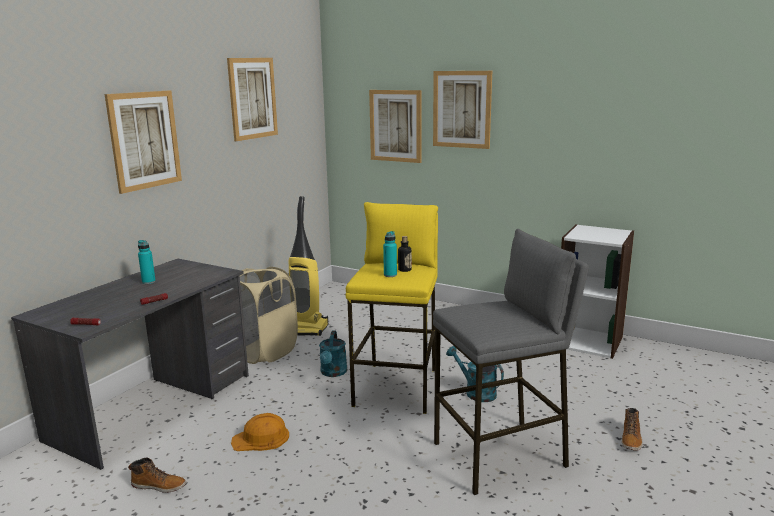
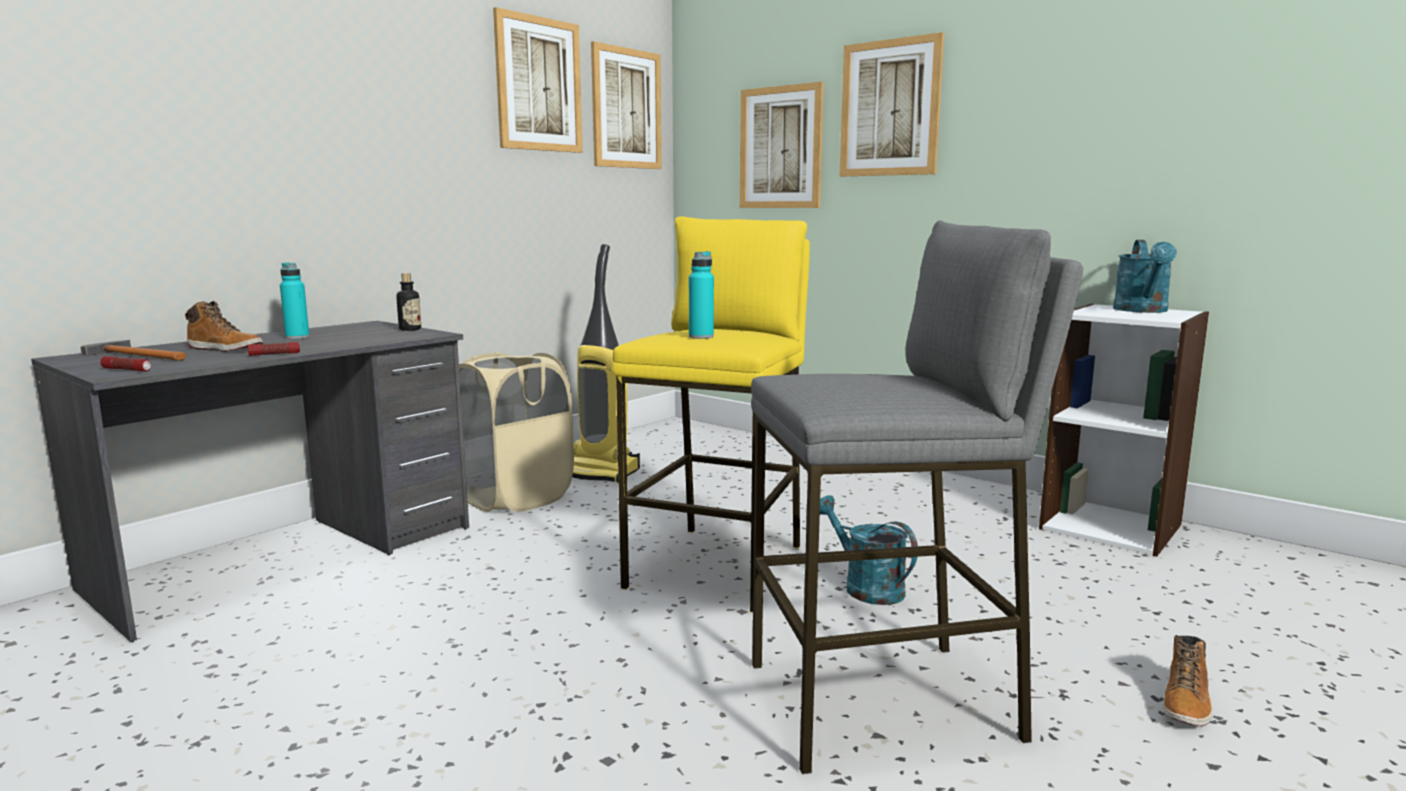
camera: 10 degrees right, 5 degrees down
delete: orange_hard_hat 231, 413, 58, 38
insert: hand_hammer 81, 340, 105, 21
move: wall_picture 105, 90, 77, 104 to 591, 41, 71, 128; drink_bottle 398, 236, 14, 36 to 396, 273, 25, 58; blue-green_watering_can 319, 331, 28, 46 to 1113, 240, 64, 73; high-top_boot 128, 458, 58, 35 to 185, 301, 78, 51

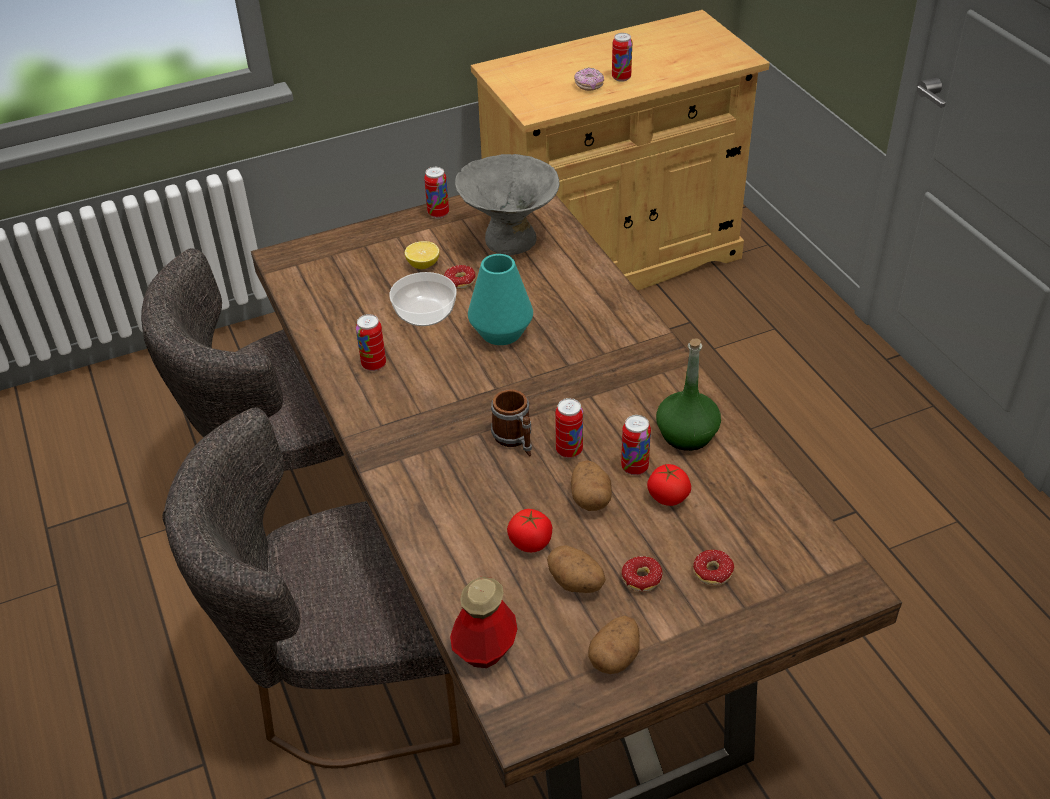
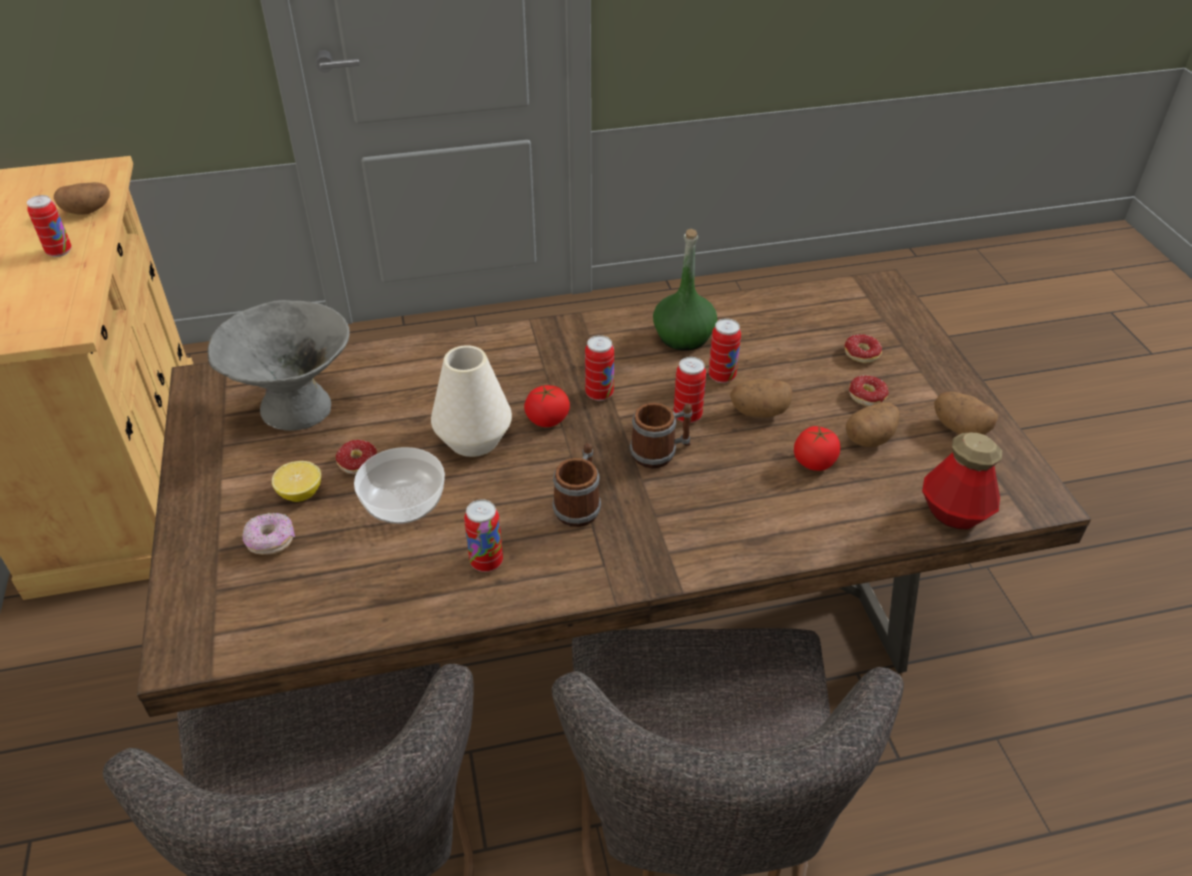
camera: 80 degrees left, 0 degrees up
insert: whole_potato 54, 182, 56, 33; tea_mug 552, 443, 49, 84
move: donut 574, 68, 30, 23 to 242, 513, 53, 42; can 424, 167, 25, 52 to 585, 335, 29, 66; fresh_tomato 647, 464, 44, 42 to 524, 385, 46, 42
recolor: blue-green_vase 468, 254, 65, 91 to whitish_vase 431, 345, 81, 112

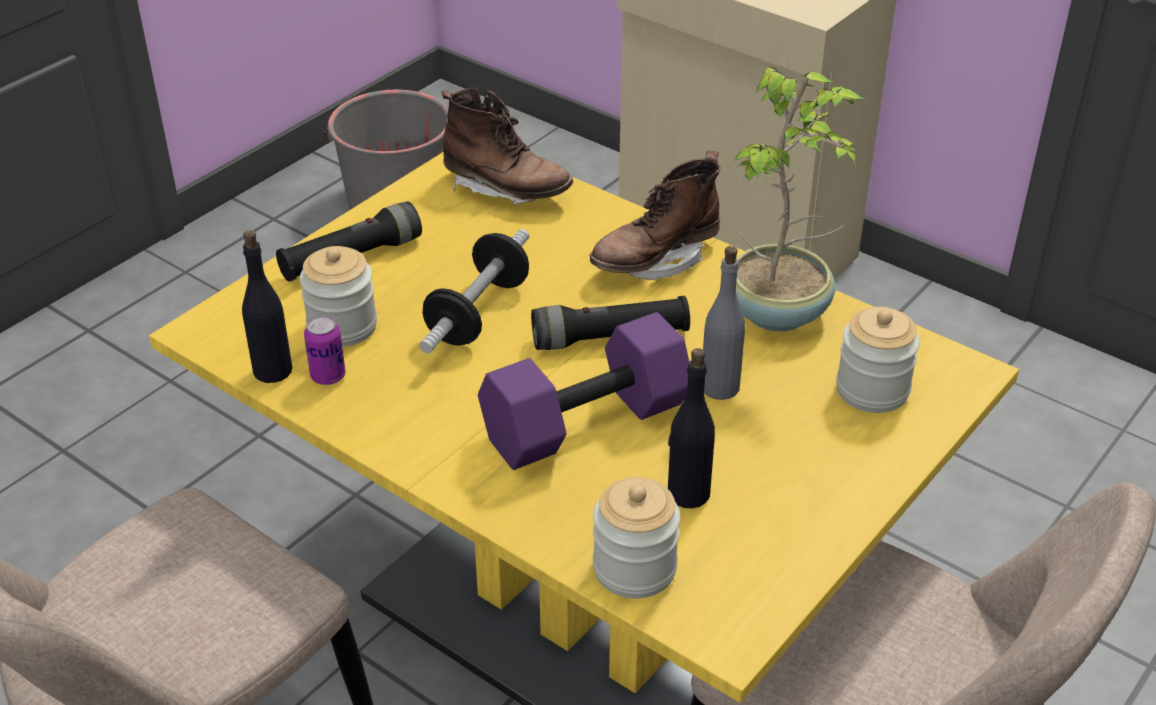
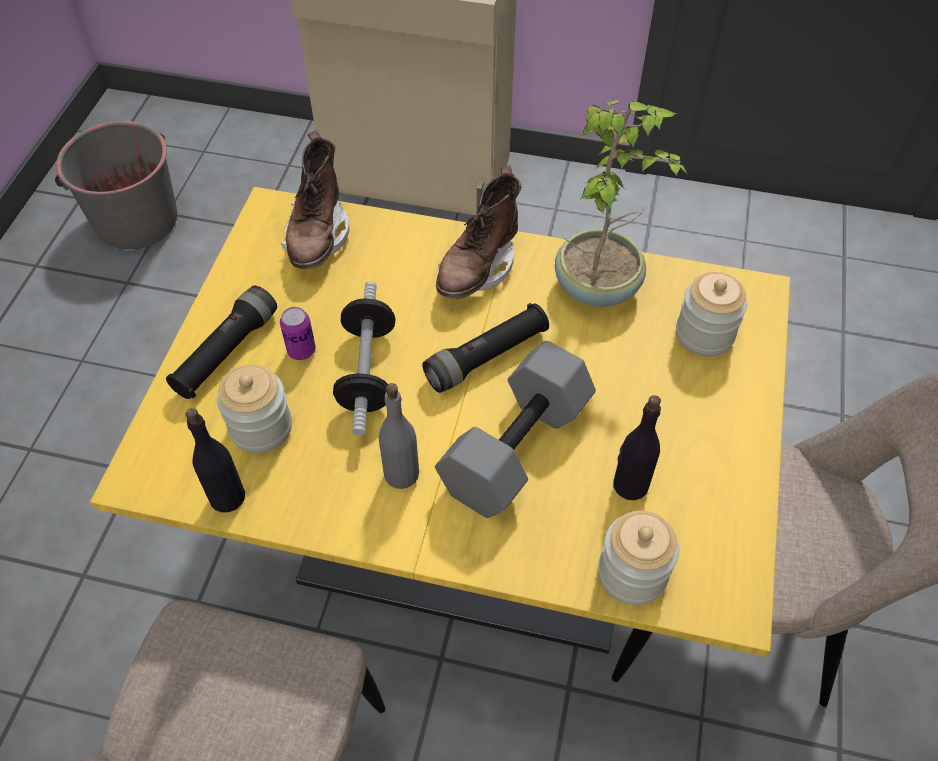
camera: 25 degrees left, 15 degrees up
move: grey_drink_bottle 703, 246, 42, 154 to 379, 383, 40, 106; can 304, 315, 41, 70 to 280, 307, 36, 53
recolor: purplish_dumbbell 478, 312, 211, 158 to grey_dumbbell 435, 341, 161, 177
rotate: brown_high-top_boot 442, 88, 131, 116 = 281, 131, 69, 138 90 degrees clockwise

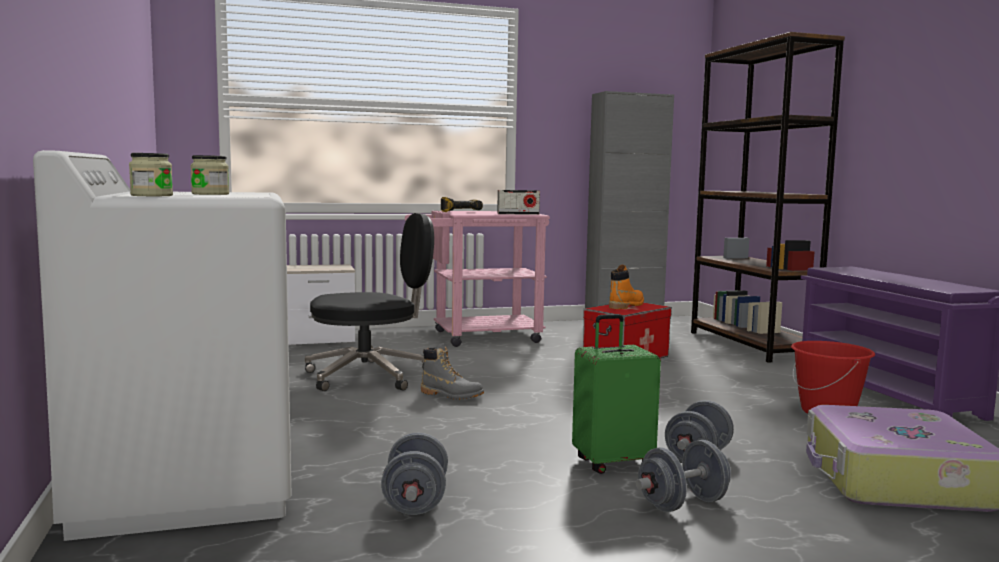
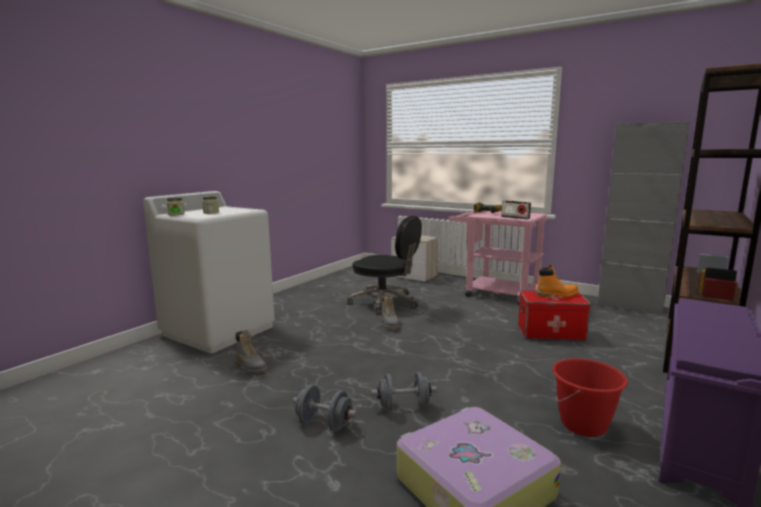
camera: 50 degrees right, 5 degrees up
delete: green_travel_case 572, 314, 89, 160
replace: grey_dumbbell 381, 433, 67, 82 to grey_high-top_boot 236, 330, 32, 44

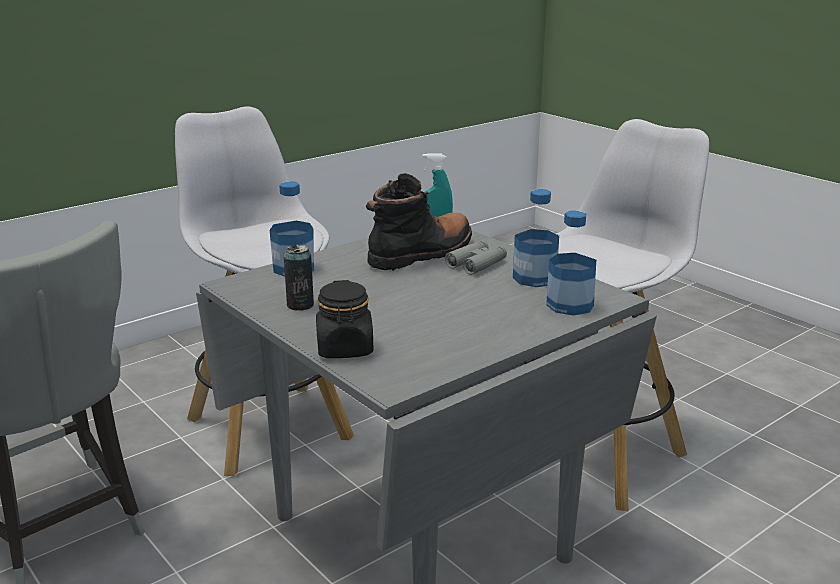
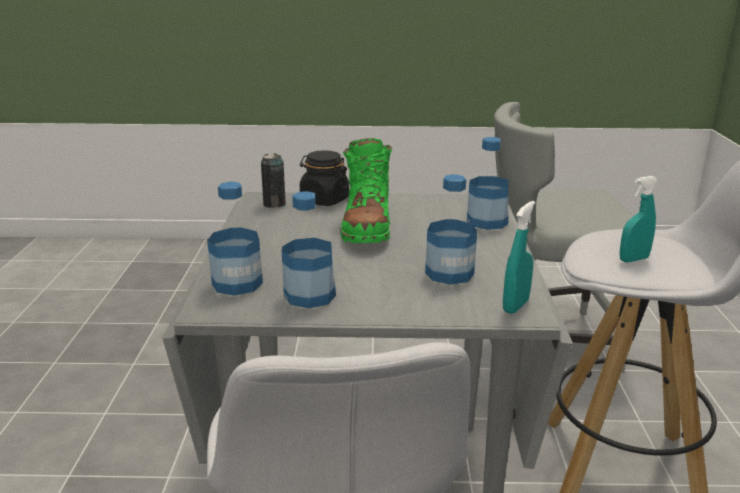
camera: 130 degrees right, 0 degrees up
delete: grey_binoculars 445, 240, 62, 35
insert: green_high-top_boot 341, 138, 51, 105; blue-green_hand_sprayer 620, 176, 38, 86
move: can 284, 244, 30, 67 to 261, 153, 25, 55
replace: black_high-top_boot 366, 173, 106, 98 to drink_bottle 425, 174, 52, 111

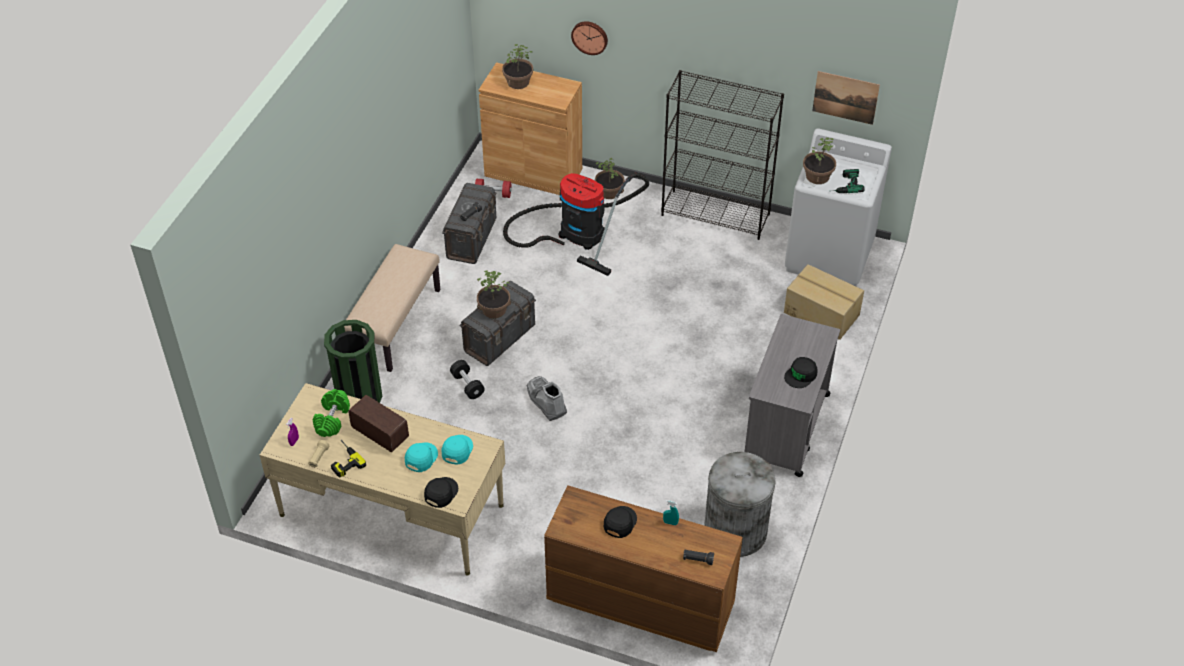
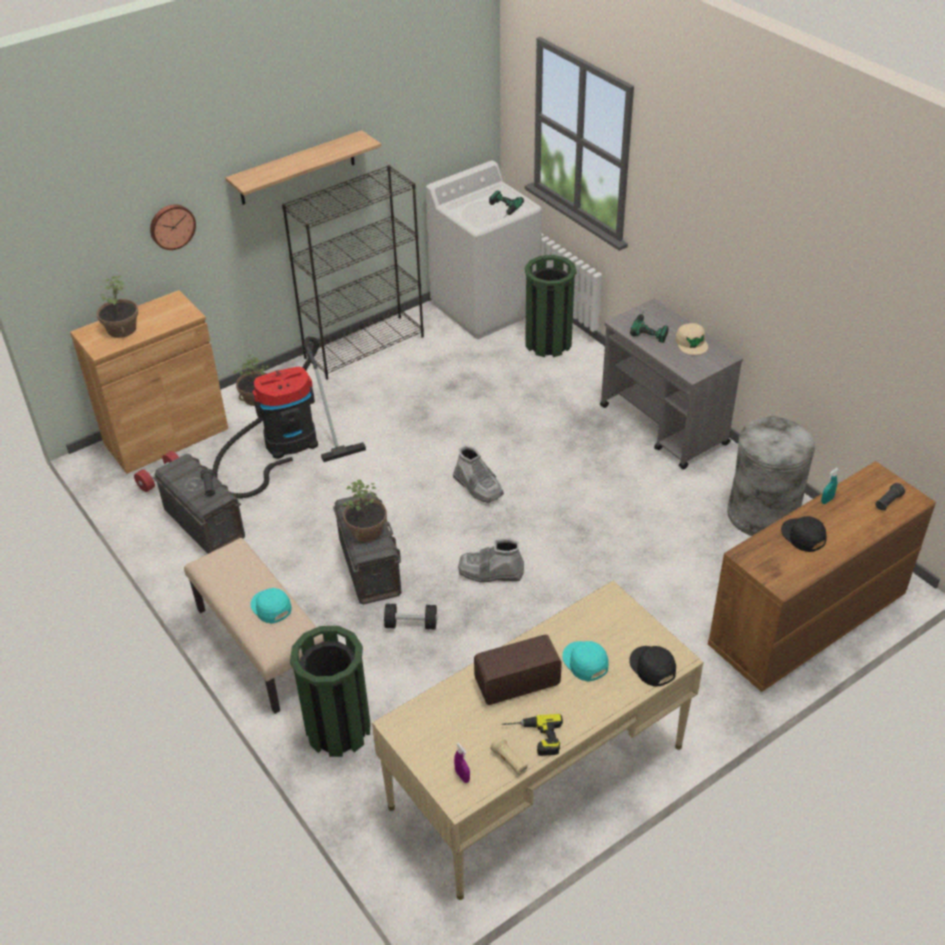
camera: 55 degrees left, 5 degrees down
delete: wall_picture 812, 71, 68, 54; potted_plant 803, 137, 33, 47; green_dumbbell 312, 389, 38, 48
insert: shelf 225, 130, 156, 75; drill 630, 311, 39, 32; grey_high-top_boot 453, 445, 51, 58
move: blue-green_baseball_cap 442, 435, 31, 29 to 251, 588, 41, 36
replace: cardboard_box 784, 264, 80, 76 to green_waste_bin 525, 255, 52, 102
recolor: black_baseball_cap 784, 357, 33, 31 to beige_baseball_cap 675, 323, 33, 32

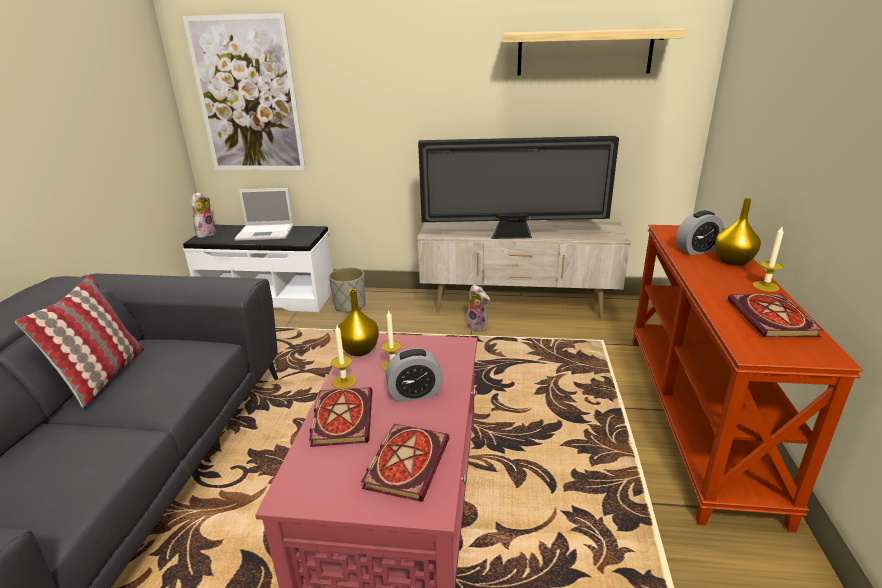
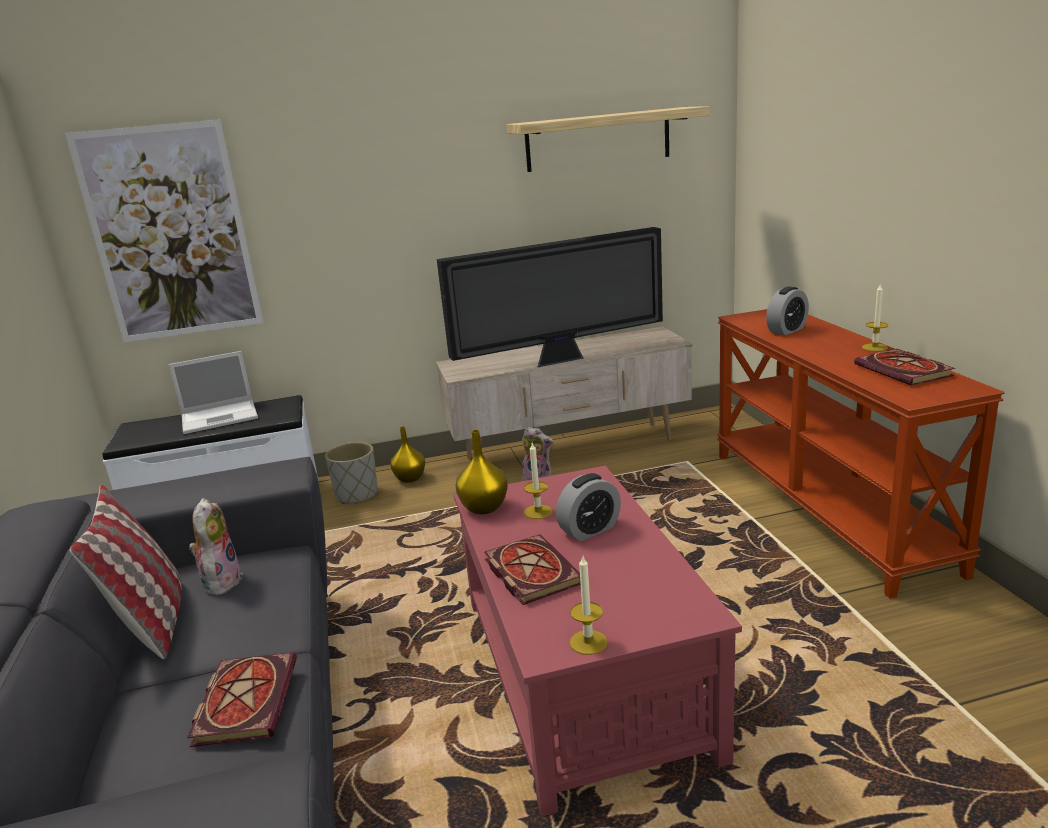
camera: 20 degrees left, 5 degrees down
move: plush_toy 191, 192, 26, 46 to 189, 498, 53, 97; yellow_vase 715, 198, 46, 68 to 390, 427, 35, 56; wax_light 331, 325, 26, 64 to 570, 556, 38, 99; bound_book 361, 424, 88, 78 to 187, 652, 110, 95

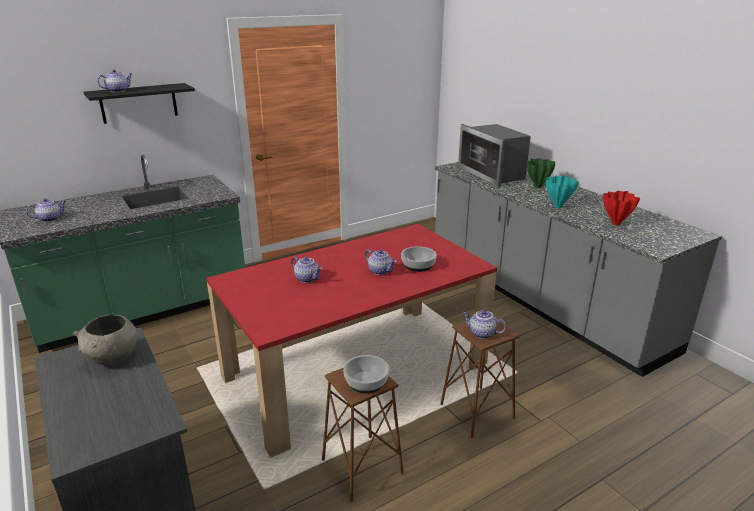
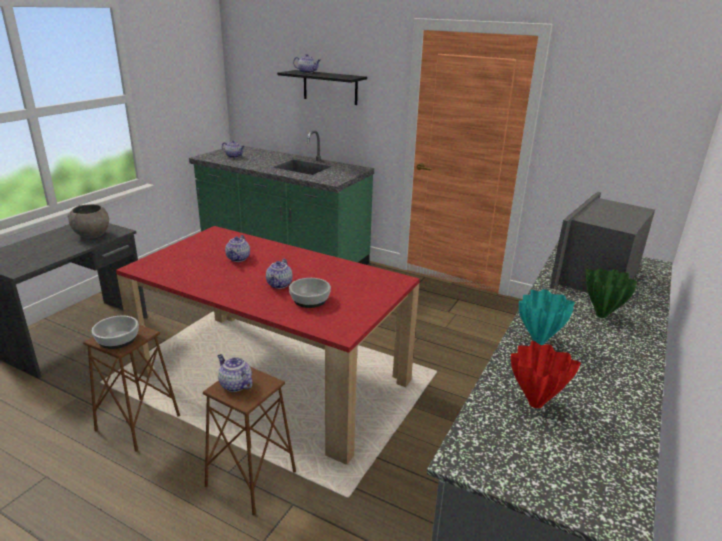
camera: 60 degrees right, 0 degrees up
rotate: tea_pot 463, 310, 43, 29 = 218, 354, 35, 38 45 degrees counterclockwise

